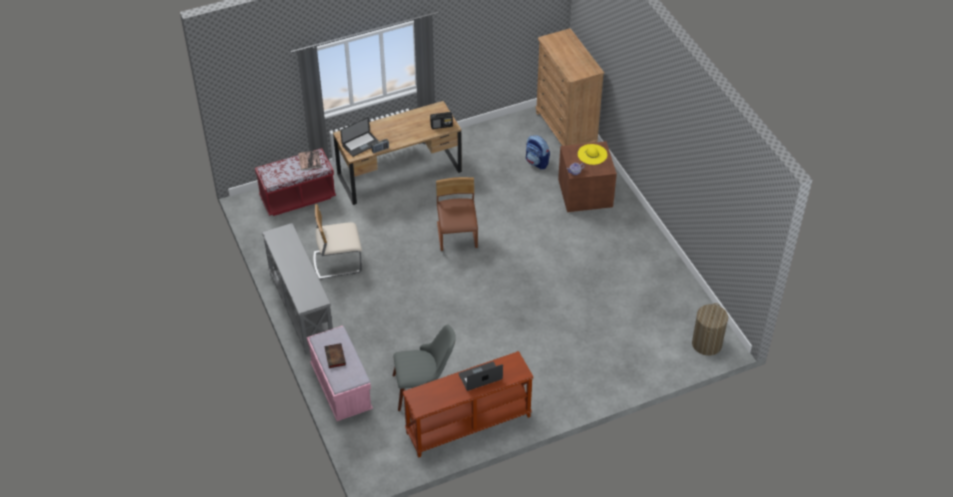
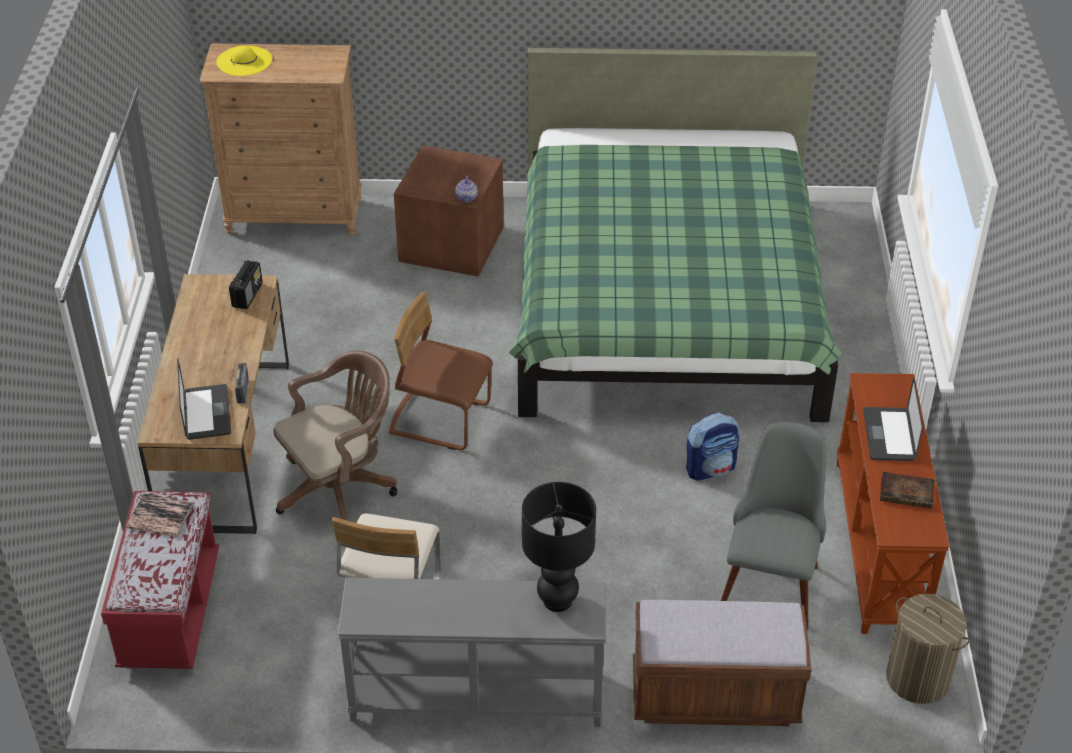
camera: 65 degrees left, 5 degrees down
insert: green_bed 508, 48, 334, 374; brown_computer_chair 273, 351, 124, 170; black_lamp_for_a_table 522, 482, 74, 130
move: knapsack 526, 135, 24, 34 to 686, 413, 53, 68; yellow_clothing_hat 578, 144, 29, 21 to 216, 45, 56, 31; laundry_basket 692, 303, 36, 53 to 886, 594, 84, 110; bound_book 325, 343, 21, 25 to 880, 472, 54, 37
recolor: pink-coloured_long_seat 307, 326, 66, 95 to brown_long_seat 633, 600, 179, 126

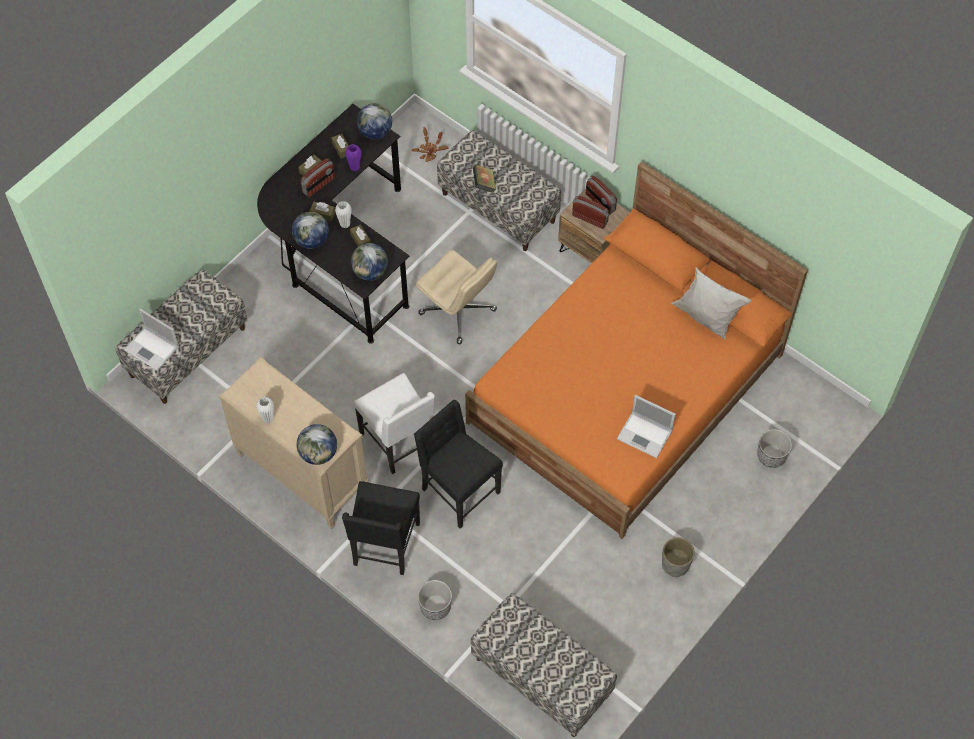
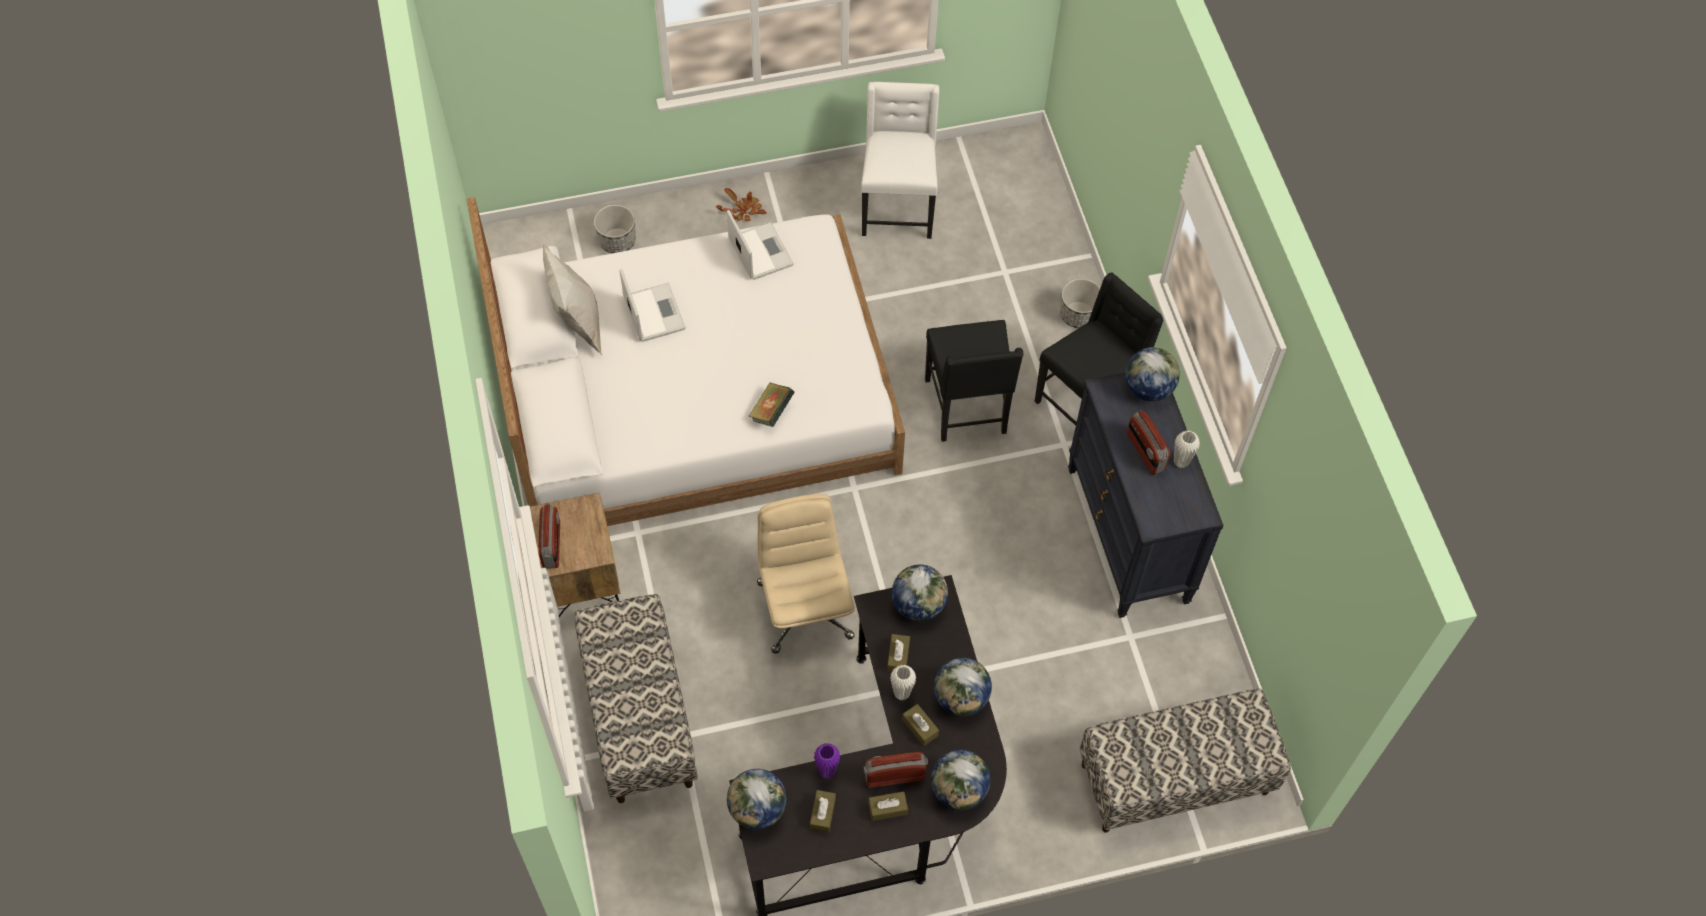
camera: 145 degrees left, 0 degrees up
delete: grey_flower_pot 662, 537, 33, 40; long_seat 471, 593, 146, 144
insert: desk_globe 931, 750, 59, 60
move: potted_plant 411, 127, 37, 35 to 716, 188, 51, 33; bound_book 473, 165, 23, 28 to 748, 382, 47, 45; radio_receiver 572, 196, 37, 33 to 1127, 410, 44, 65; notebook_computer 124, 308, 55, 63 to 619, 269, 67, 73; whitish_chair 354, 373, 81, 101 to 861, 82, 78, 157
recolor: orange_bed 465, 161, 343, 378 to whitish_bed 466, 197, 439, 329; beige_chest_of_drawers 219, 357, 149, 172 to black_chest_of_drawers 1068, 373, 156, 245

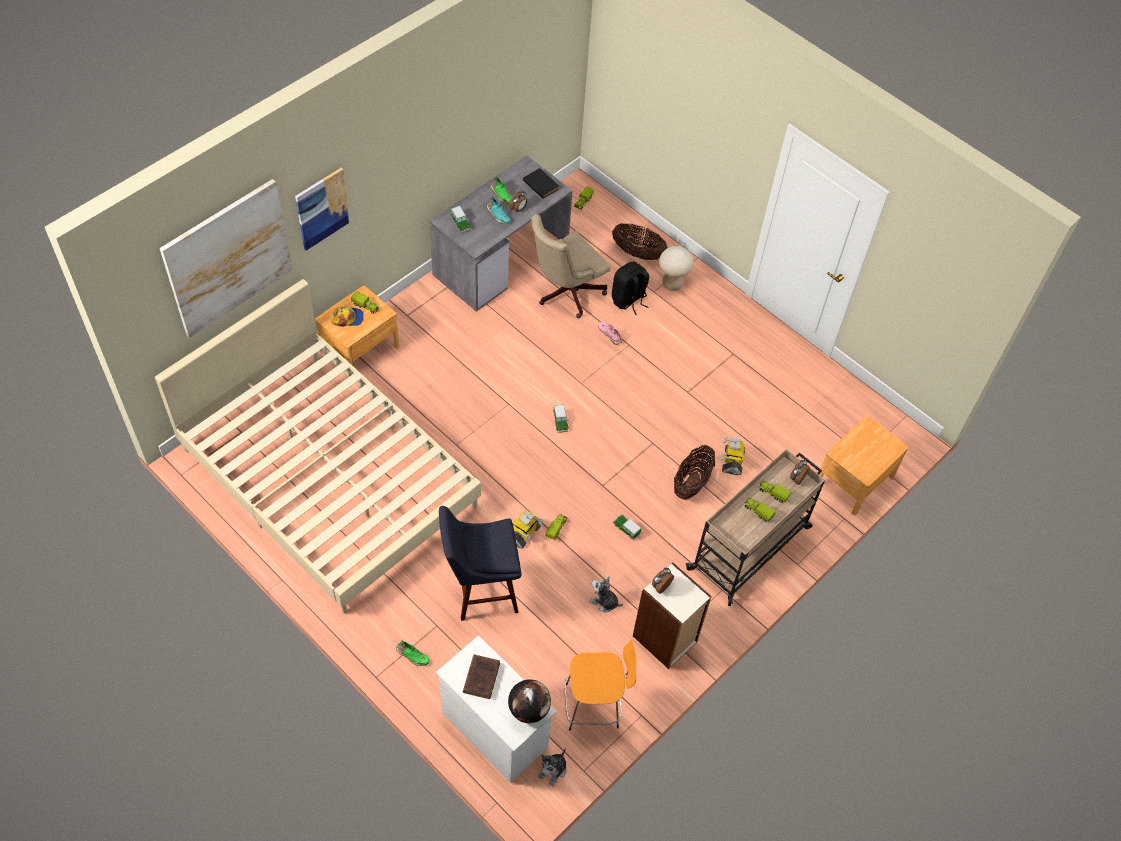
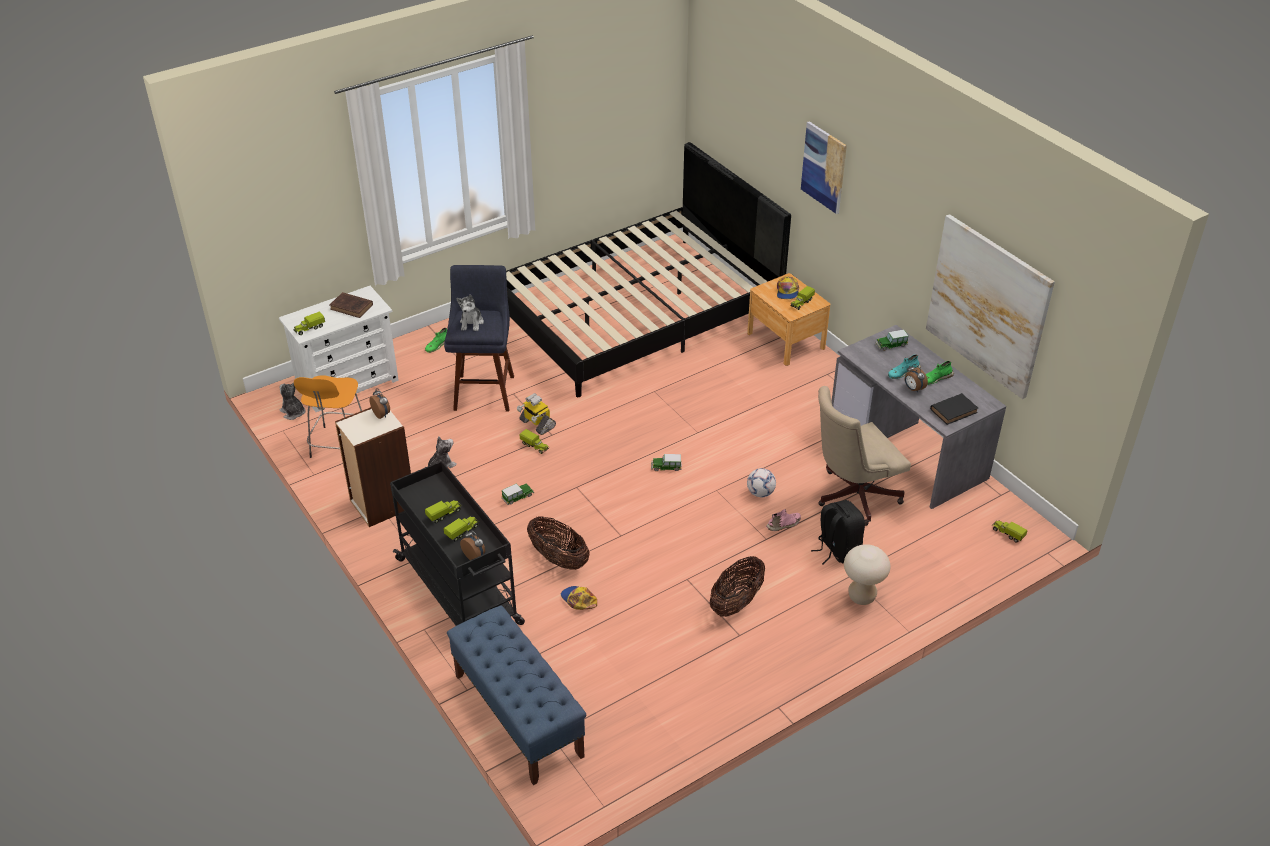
camera: 105 degrees right, 15 degrees down
insert: plush_toy 456, 294, 28, 37; ball_for_football 747, 468, 29, 29
move: wall_picture 160, 179, 133, 159 to 926, 214, 129, 185; household_basket 612, 223, 55, 37 to 710, 556, 55, 61
replace: brown_night_table 819, 416, 89, 99 to bluish_long_seat 447, 605, 139, 180; robot_figure 721, 437, 24, 38 to baseball_cap 561, 586, 36, 24; desk_globe 508, 679, 43, 44 to toy_lorry 293, 311, 32, 24
recolor: beige_bed 155, 279, 326, 335 to black_bed 506, 142, 285, 255; beige_wheeled_cart 686, 449, 139, 157 to black_wheeled_cart 390, 461, 135, 165
rotate: beige_computer_chair 531, 214, 80, 104 = 818, 386, 93, 140 90 degrees counterclockwise

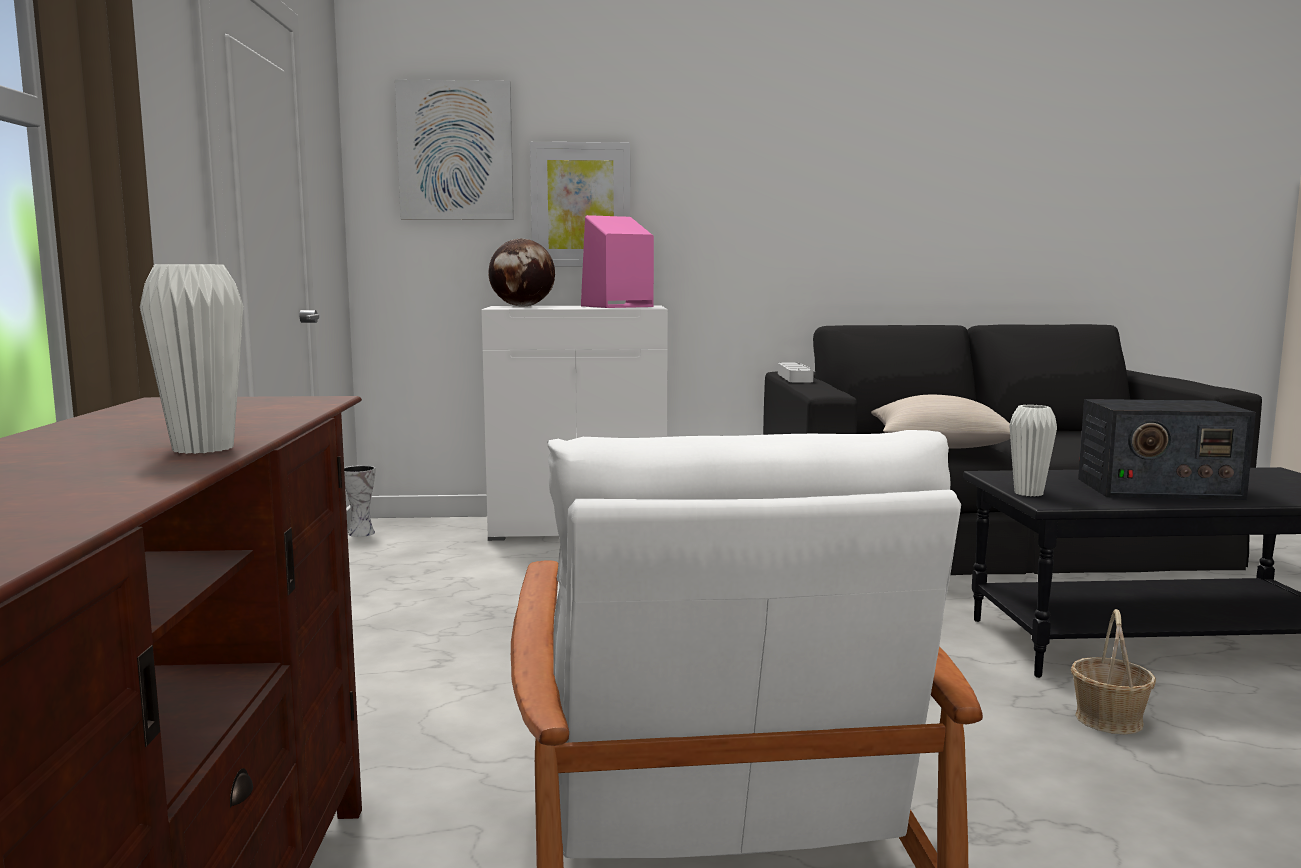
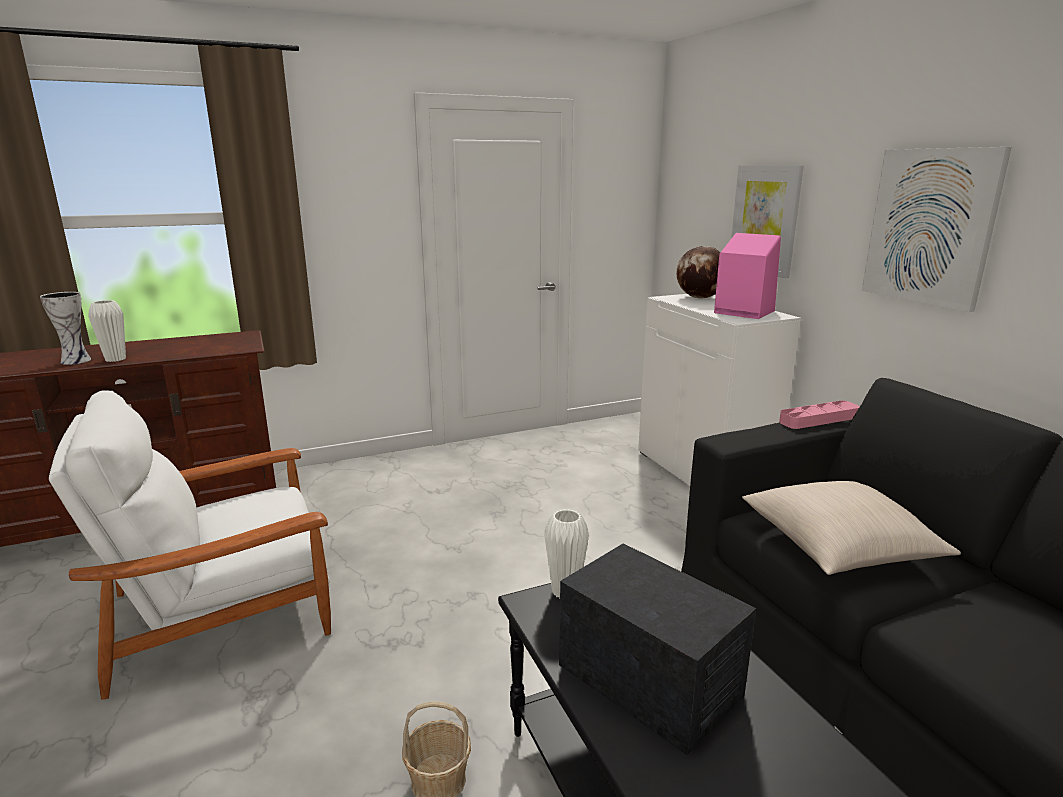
camera: 70 degrees right, 10 degrees up
move: wall_picture 395, 80, 119, 140 to 862, 147, 150, 165; vase 344, 465, 31, 72 to 40, 292, 51, 73
recolor: grey_serving_tray 778, 362, 36, 21 to pink-coloured_serving_tray 779, 400, 81, 29
rotate: radio_receiver 1078, 399, 178, 101 = 559, 543, 197, 213 150 degrees clockwise

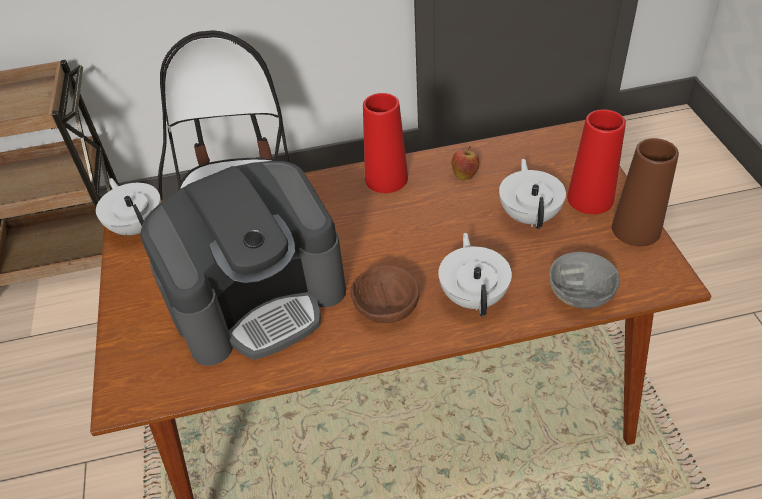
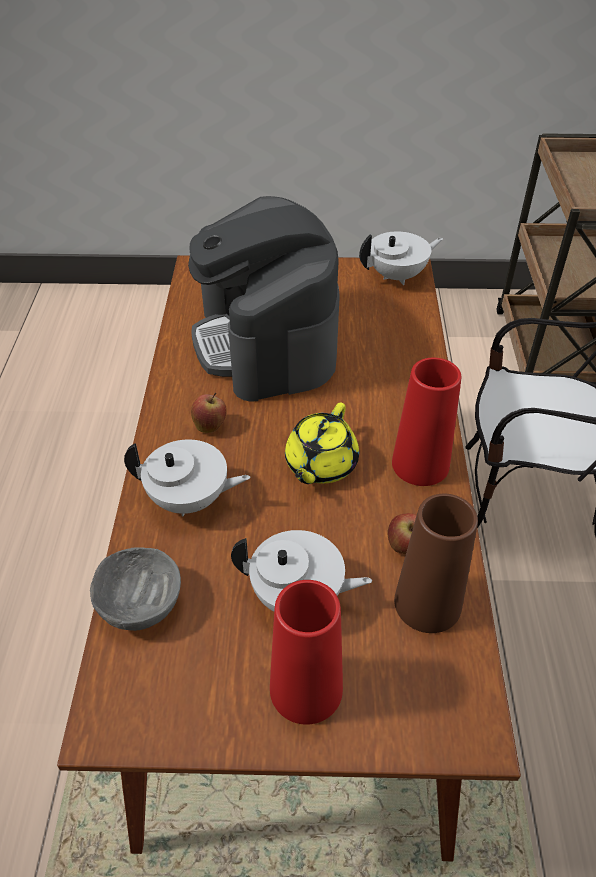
camera: 100 degrees right, 0 degrees up
insert: yellow_tea_pot 285, 403, 74, 81
move: brown_vase 612, 138, 67, 108 to 394, 494, 84, 139
replace: brown_deep_dish 350, 265, 69, 58 to apple_fruit 191, 393, 36, 40

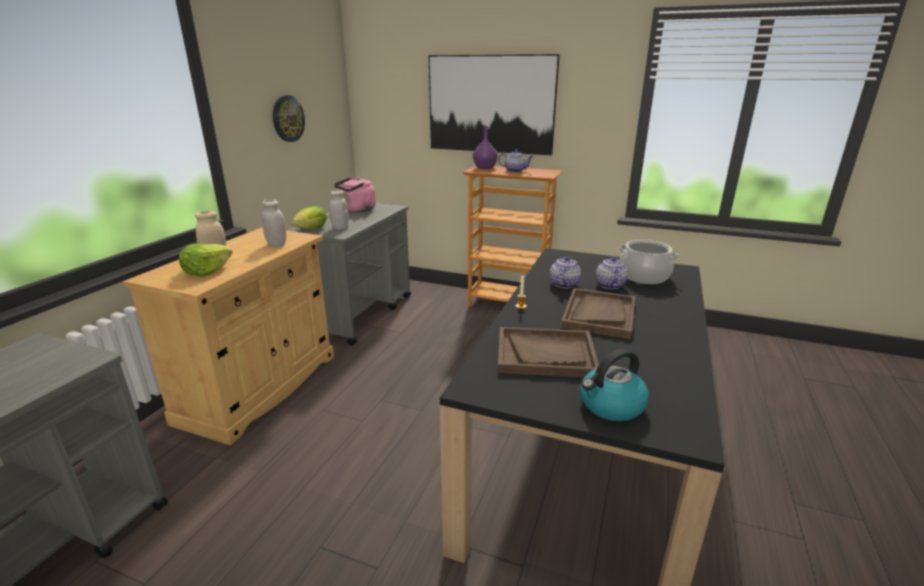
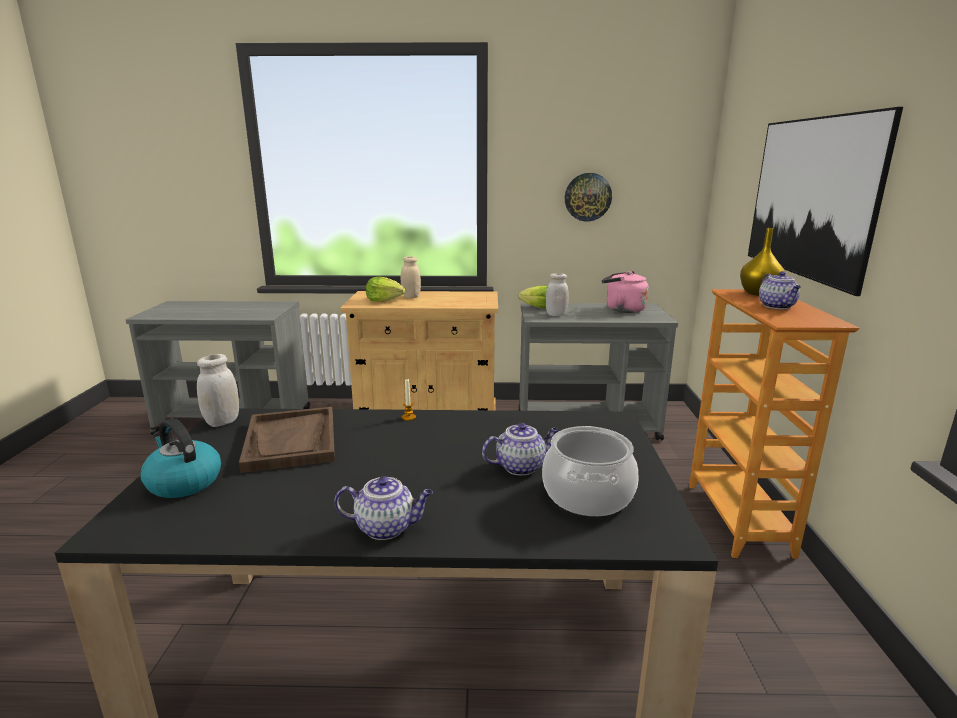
camera: 70 degrees right, 5 degrees down
delete: brown_serving_tray 561, 288, 74, 51
move: whitish_jar 262, 199, 24, 48 to 197, 354, 42, 73; tea_pot 550, 256, 31, 32 to 334, 477, 99, 63
recolor: purplish_vase 473, 126, 25, 43 to yellow_vase 740, 228, 45, 68

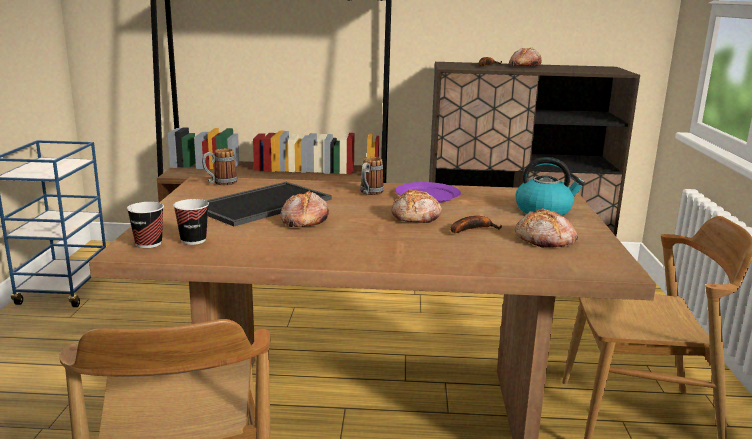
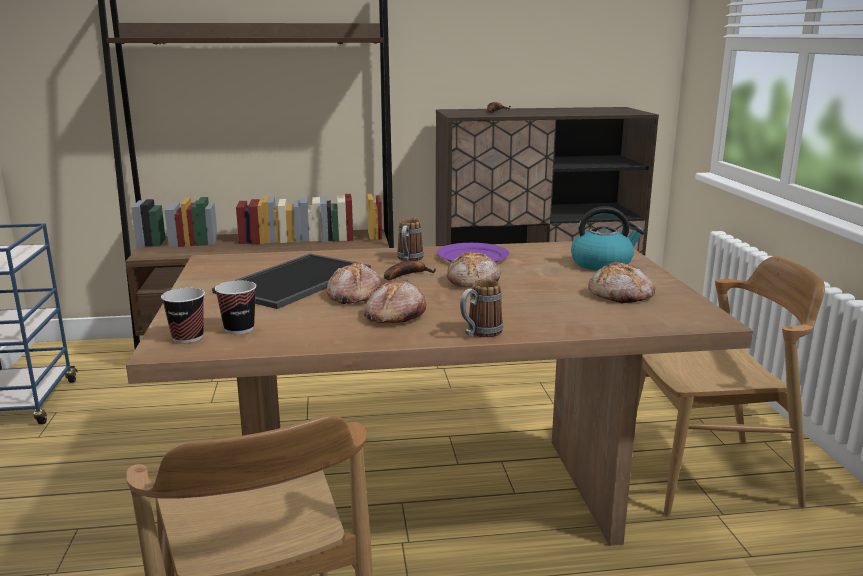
camera: 10 degrees left, 0 degrees up
move: bread 509, 48, 33, 18 to 364, 279, 63, 44; tea_mug 202, 148, 36, 37 to 460, 279, 43, 58; whole_banana 450, 216, 52, 17 to 384, 261, 52, 19

